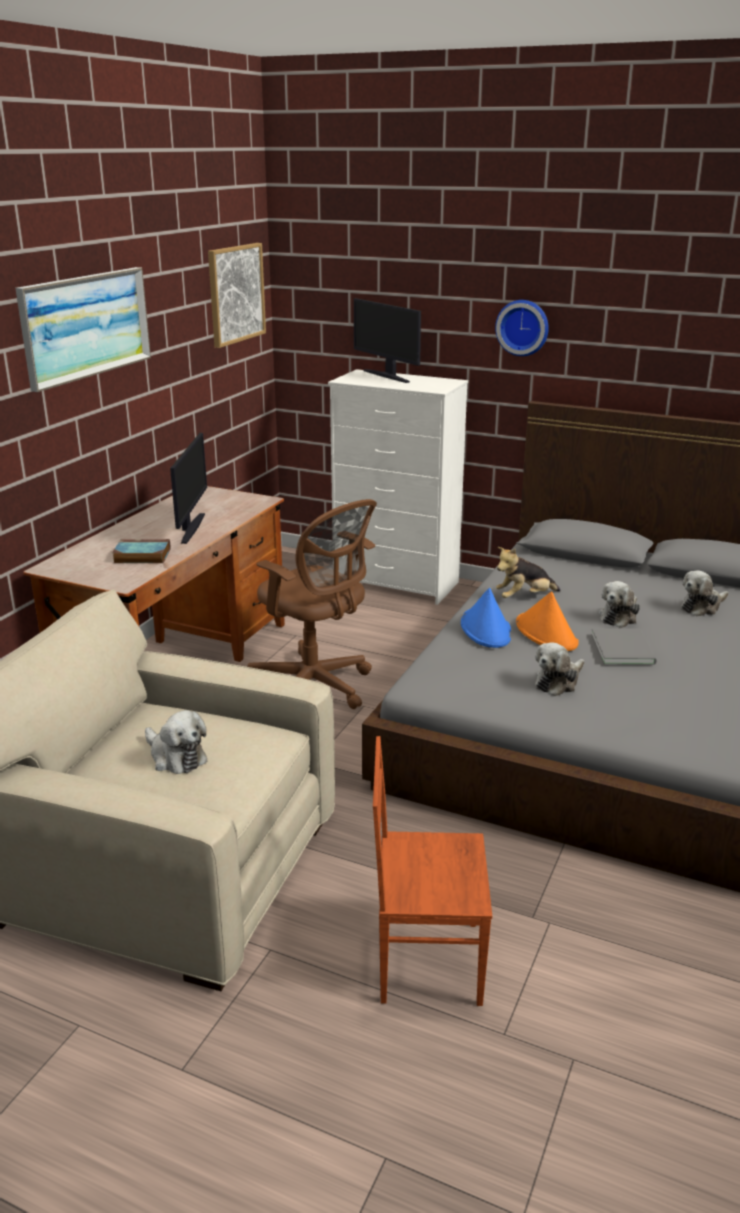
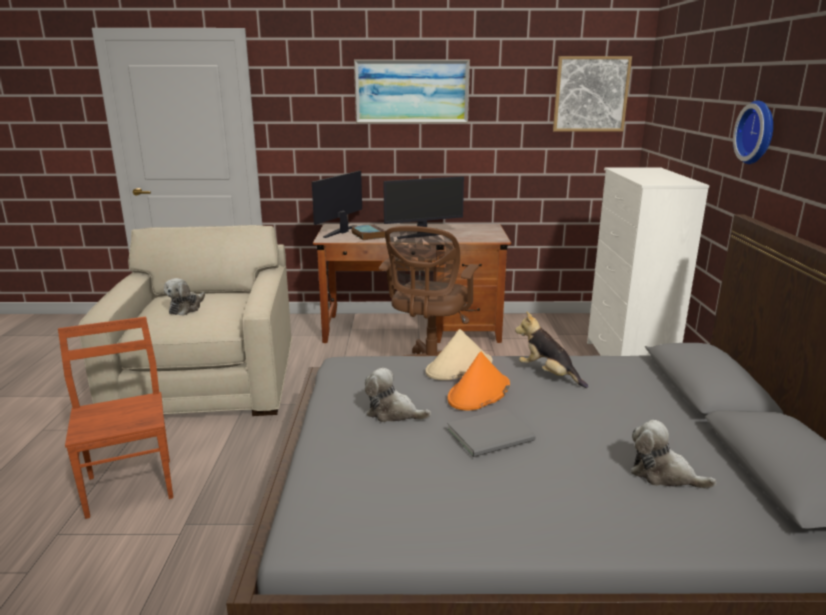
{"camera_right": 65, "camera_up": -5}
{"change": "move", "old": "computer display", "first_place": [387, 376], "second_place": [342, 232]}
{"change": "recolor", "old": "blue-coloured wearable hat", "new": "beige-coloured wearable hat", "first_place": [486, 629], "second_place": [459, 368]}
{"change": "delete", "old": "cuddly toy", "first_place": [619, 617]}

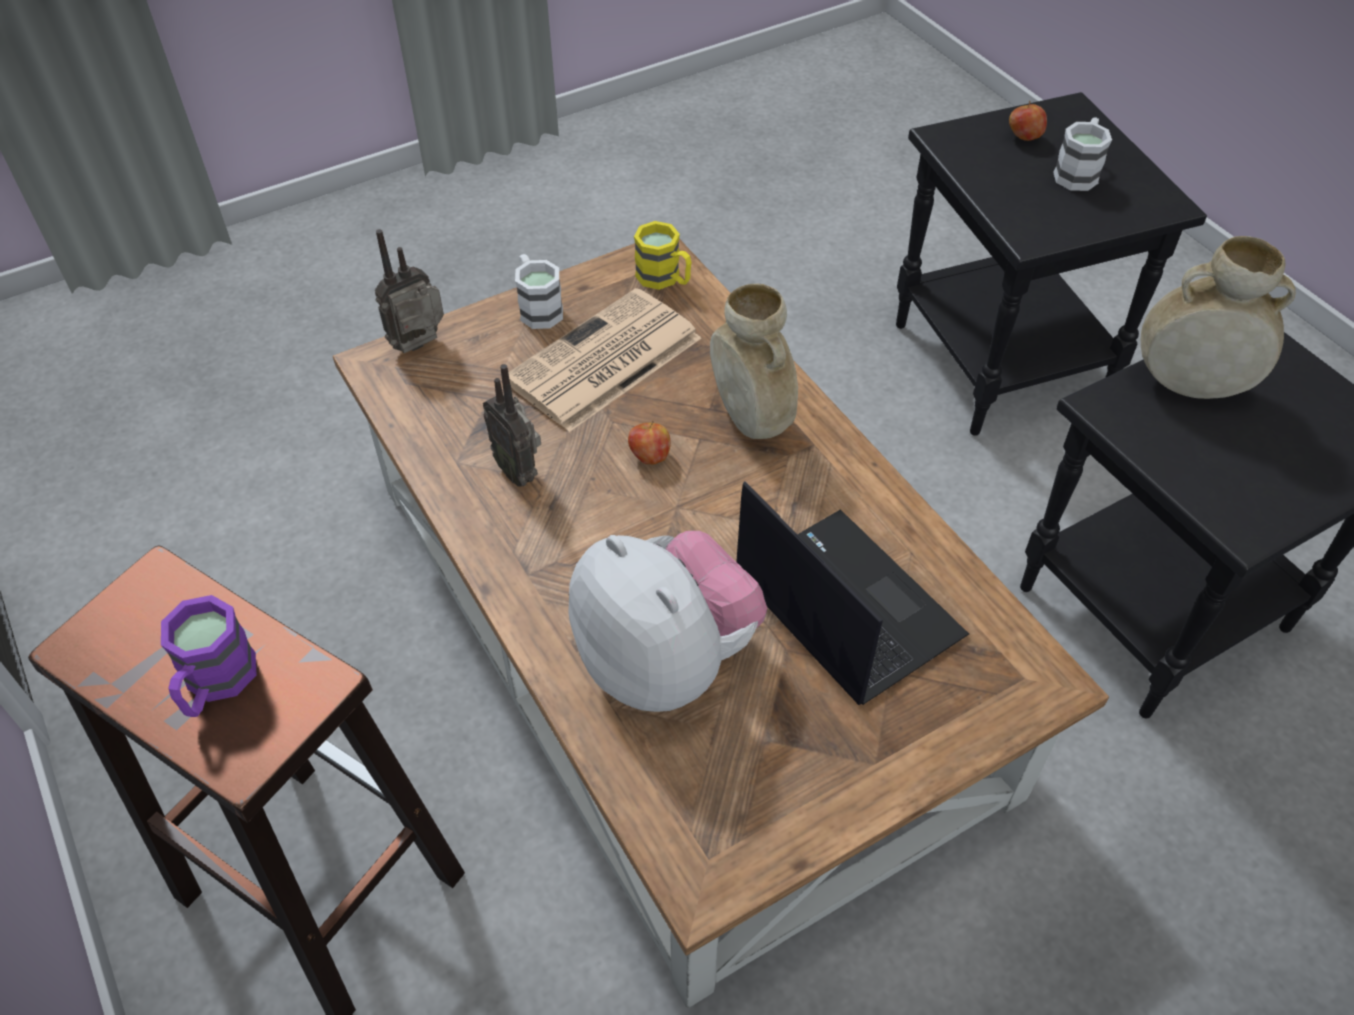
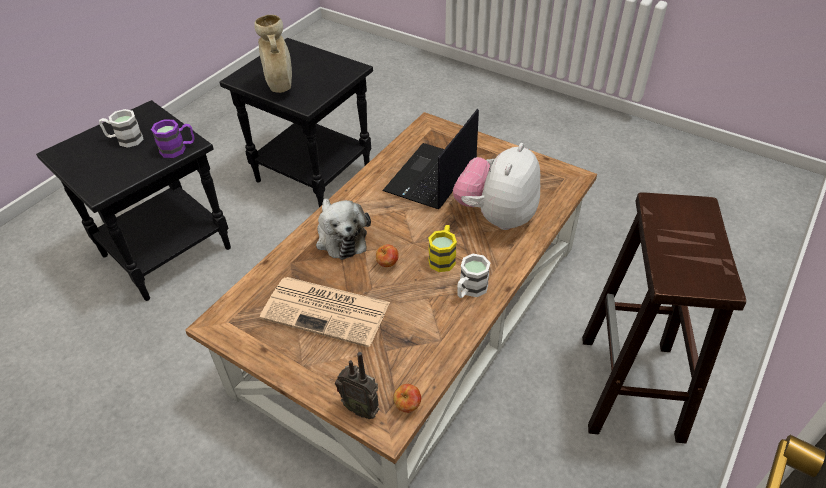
{"camera_right": -115, "camera_up": -5}
{"change": "move", "old": "purple coffee mug", "first_place": [215, 684], "second_place": [178, 149]}
{"change": "replace", "old": "beige-coloured flower vase", "new": "cuddly toy", "first_place": [751, 420], "second_place": [340, 237]}
{"change": "move", "old": "whole apple", "first_place": [1024, 137], "second_place": [408, 405]}
{"change": "move", "old": "yellowish coffee mug", "first_place": [665, 279], "second_place": [443, 257]}
{"change": "move", "old": "white coffee mug", "first_place": [537, 307], "second_place": [470, 290]}
{"change": "delete", "old": "radio receiver", "first_place": [519, 471]}

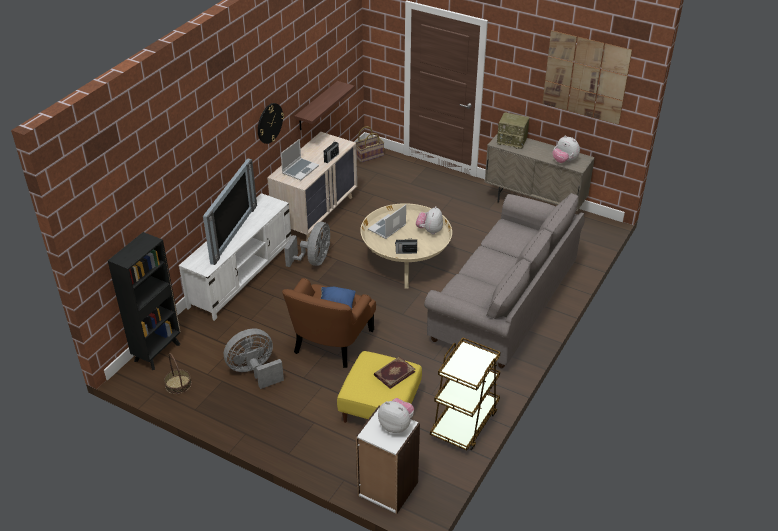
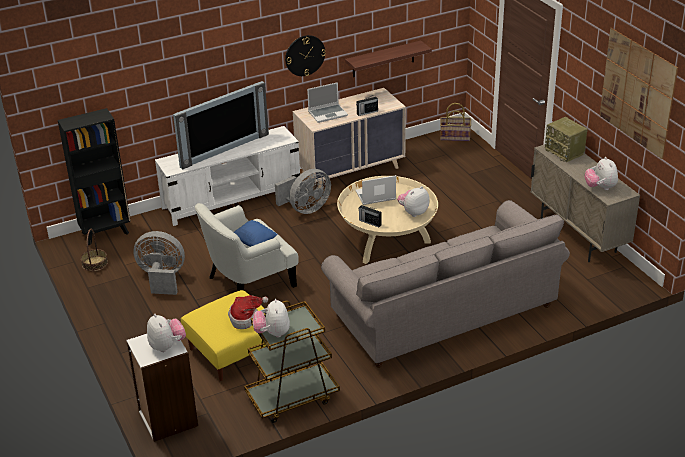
{"camera_right": 35, "camera_up": -5}
{"change": "recolor", "old": "brown lounge chair", "new": "white lounge chair", "first_place": [331, 342], "second_place": [248, 281]}
{"change": "replace", "old": "book", "new": "wearable hat", "first_place": [394, 373], "second_place": [245, 317]}
{"change": "insert", "new": "cuddly toy", "second_place": [272, 333]}

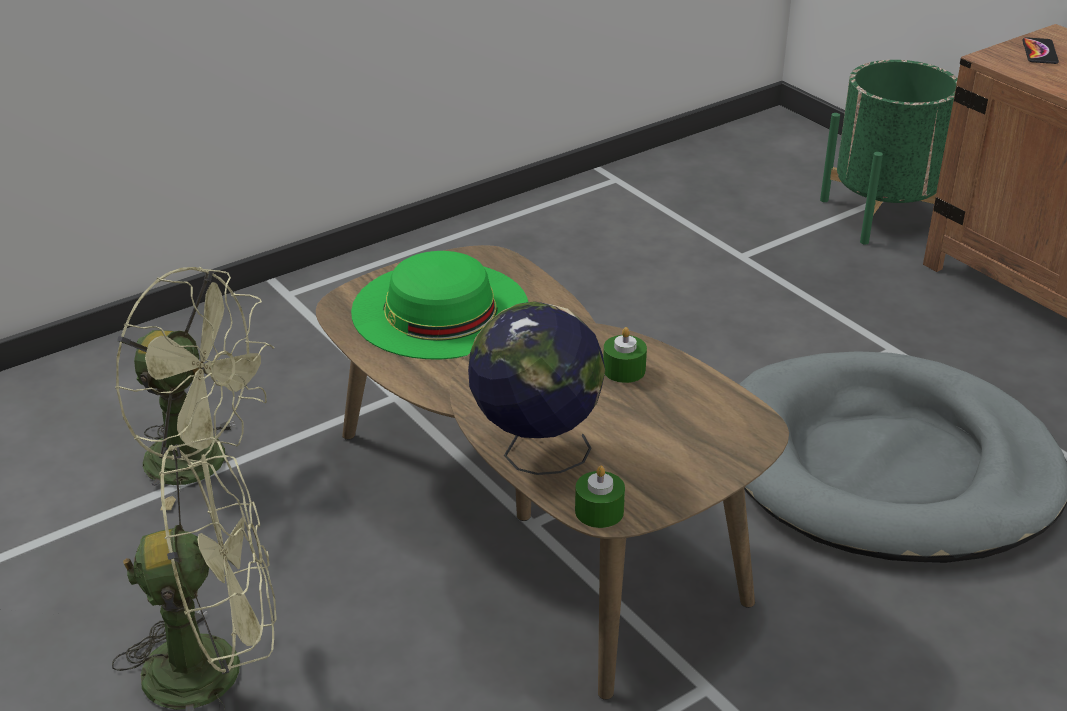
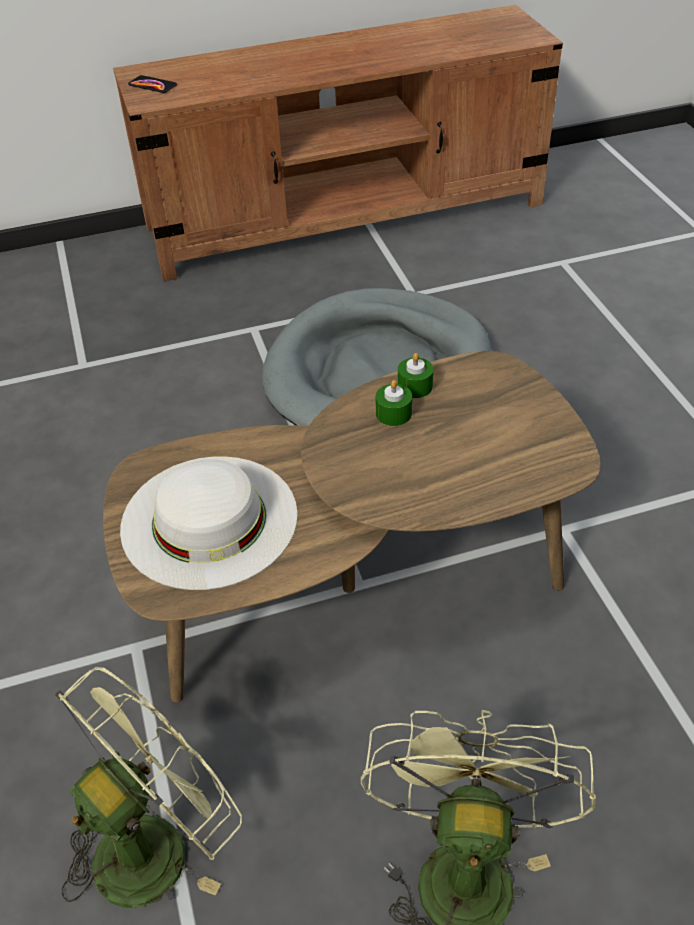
{"camera_right": -70, "camera_up": 10}
{"change": "recolor", "old": "green-coloured wearable hat", "new": "white wearable hat", "first_place": [440, 309], "second_place": [209, 520]}
{"change": "move", "old": "green-coloured wax candle", "first_place": [599, 511], "second_place": [415, 386]}
{"change": "delete", "old": "globe", "first_place": [535, 453]}
{"change": "delete", "old": "green-coloured flower pot", "first_place": [883, 214]}

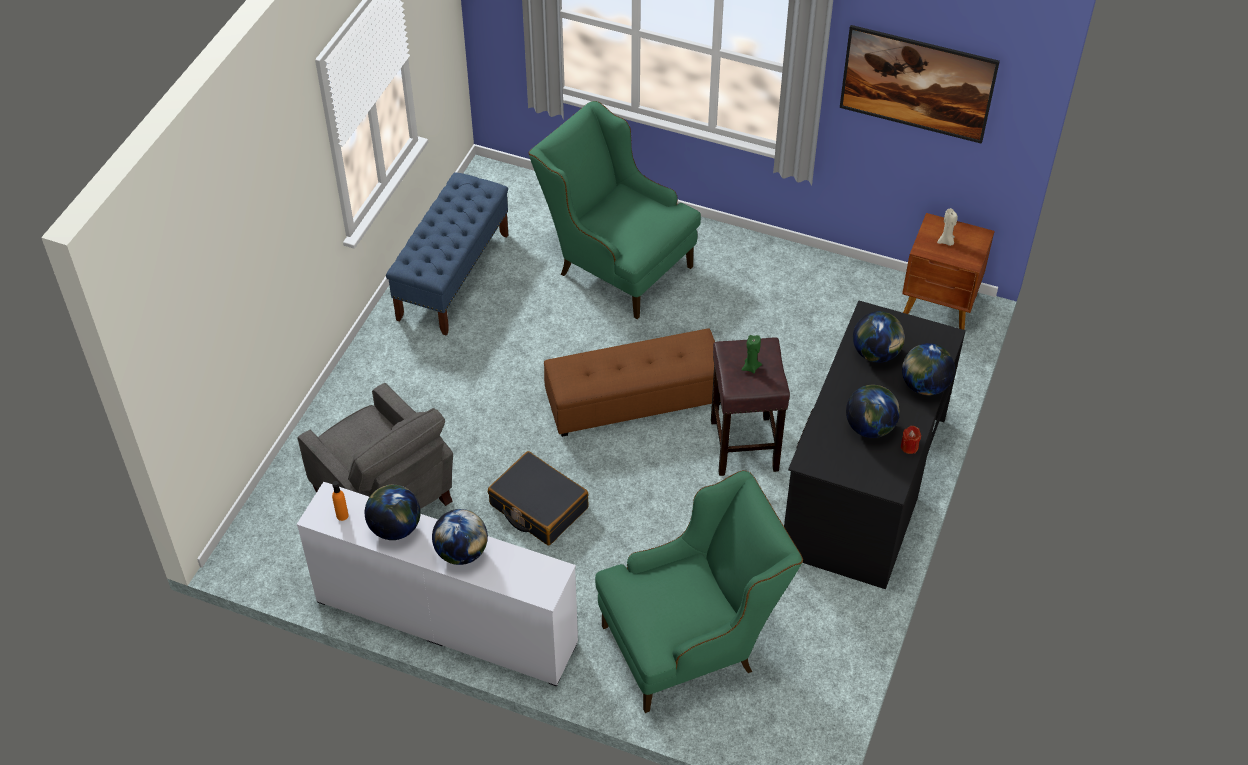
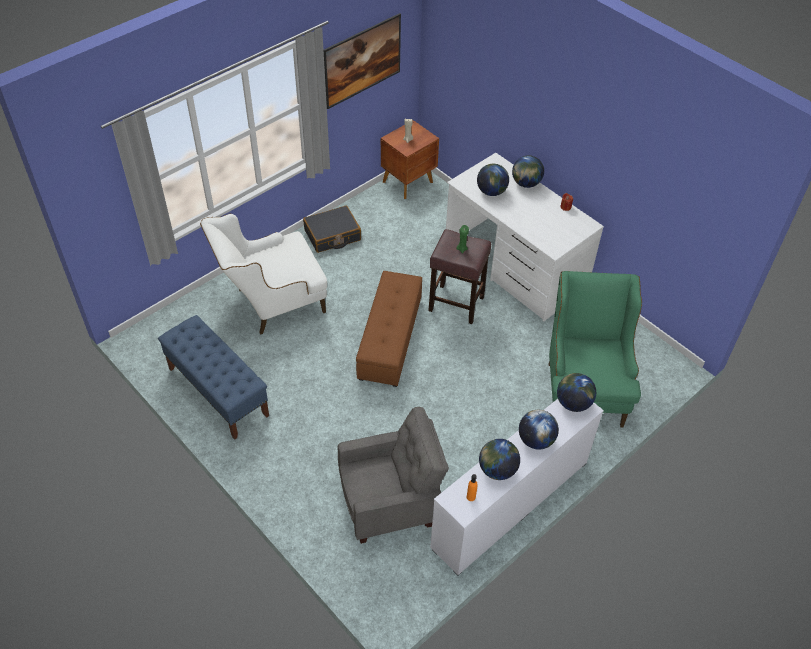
{"camera_right": -65, "camera_up": 0}
{"change": "recolor", "old": "green-coloured lounge chair", "new": "white lounge chair", "first_place": [615, 264], "second_place": [272, 304]}
{"change": "move", "old": "black-coloured piece of luggage", "first_place": [538, 507], "second_place": [332, 235]}
{"change": "recolor", "old": "black-coloured desk unit", "new": "white desk unit", "first_place": [863, 486], "second_place": [514, 266]}
{"change": "move", "old": "globe", "first_place": [870, 427], "second_place": [573, 403]}

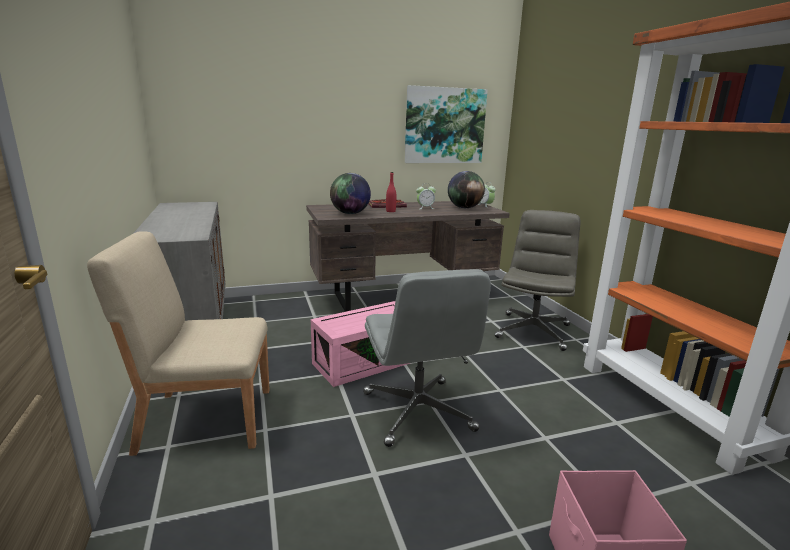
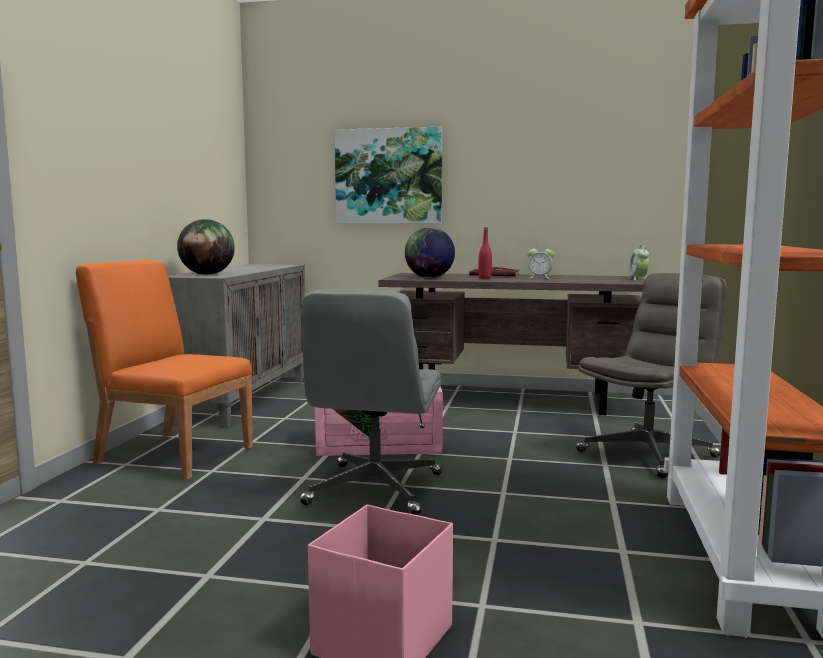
{"camera_right": 30, "camera_up": -10}
{"change": "recolor", "old": "beige-coloured chair", "new": "orangey chair", "first_place": [205, 418], "second_place": [174, 454]}
{"change": "move", "old": "globe", "first_place": [464, 208], "second_place": [207, 274]}
{"change": "move", "old": "wall art", "first_place": [444, 126], "second_place": [388, 176]}

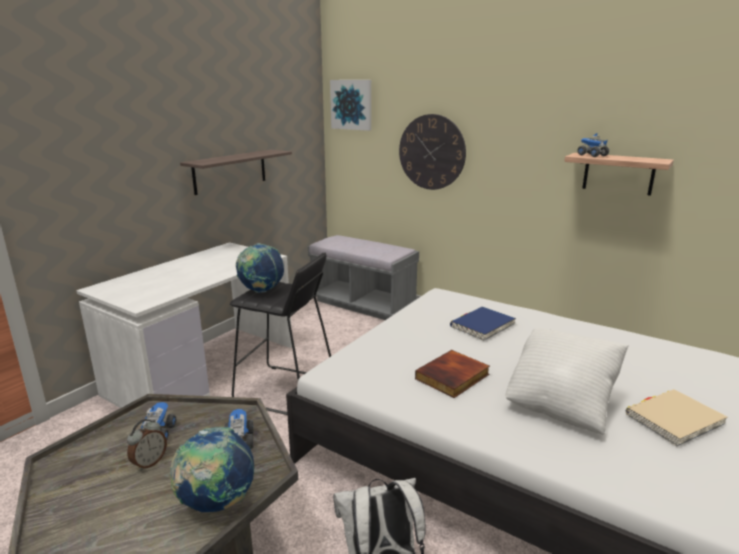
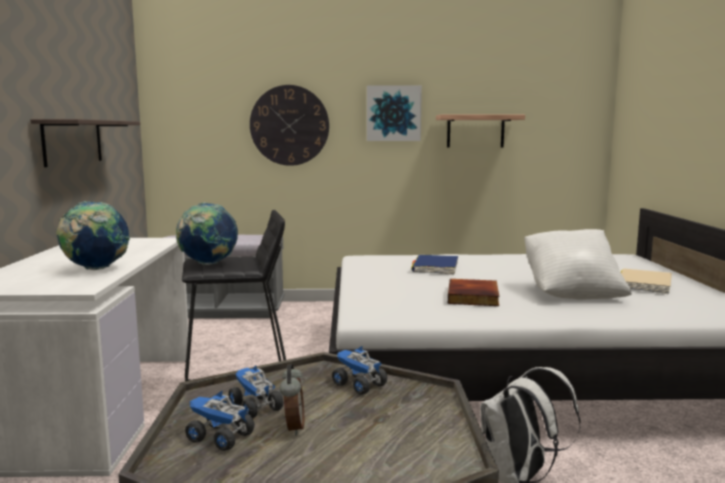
{"camera_right": -35, "camera_up": -10}
{"change": "move", "old": "globe", "first_place": [217, 503], "second_place": [96, 269]}
{"change": "move", "old": "toy lorry", "first_place": [591, 155], "second_place": [219, 438]}
{"change": "move", "old": "wall art", "first_place": [351, 104], "second_place": [393, 113]}

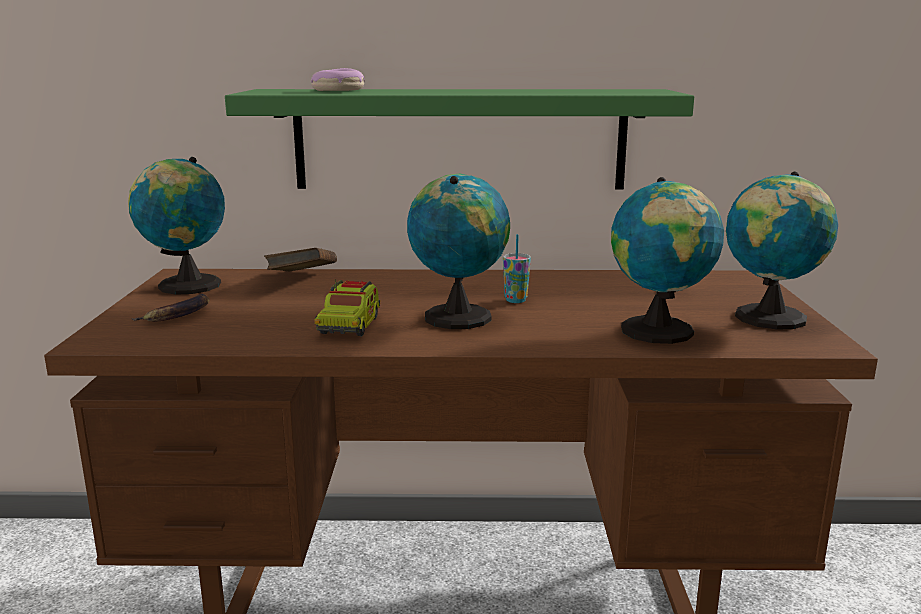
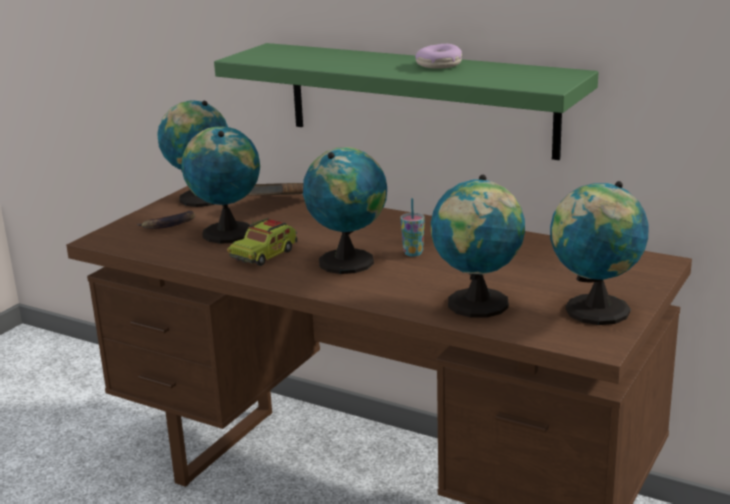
{"camera_right": 30, "camera_up": 5}
{"change": "insert", "new": "globe", "second_place": [226, 232]}
{"change": "move", "old": "ring doughnut", "first_place": [339, 90], "second_place": [439, 65]}

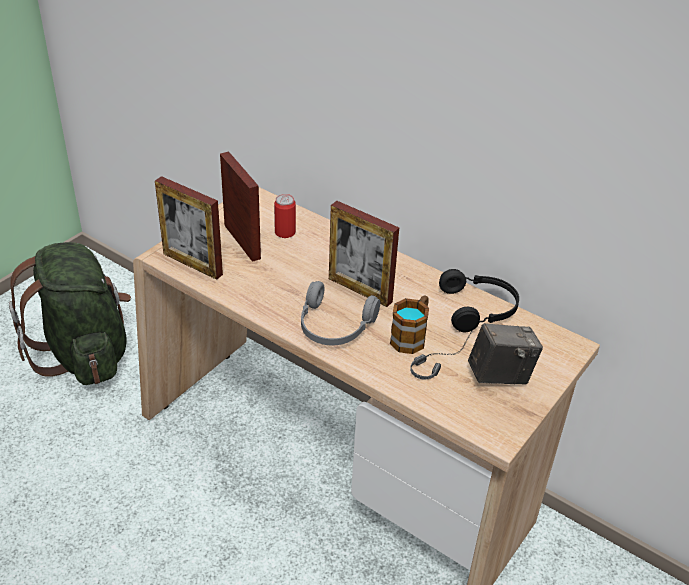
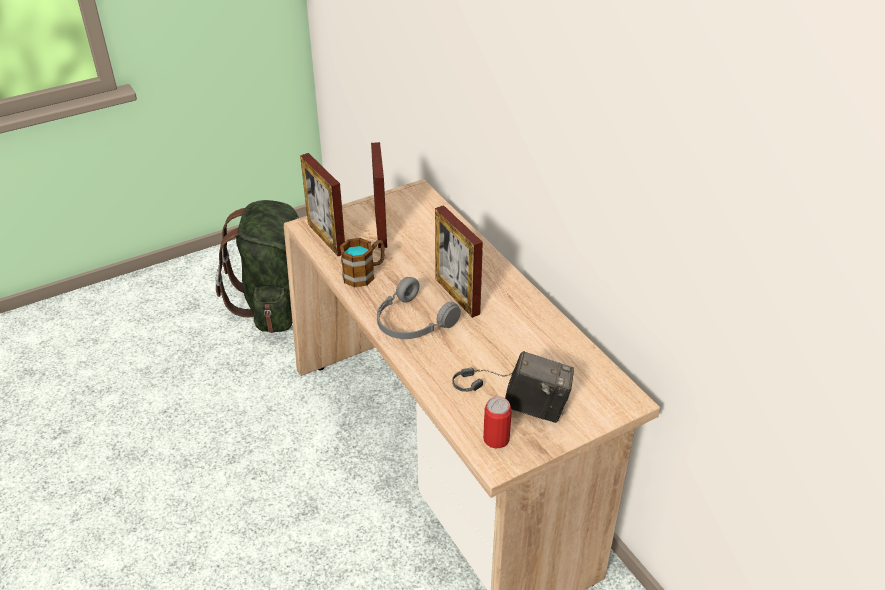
{"camera_right": 25, "camera_up": 0}
{"change": "move", "old": "coffee mug", "first_place": [411, 336], "second_place": [364, 274]}
{"change": "move", "old": "sealed can", "first_place": [285, 232], "second_place": [496, 439]}
{"change": "delete", "old": "black-coloured pair of headphones", "first_place": [479, 309]}

